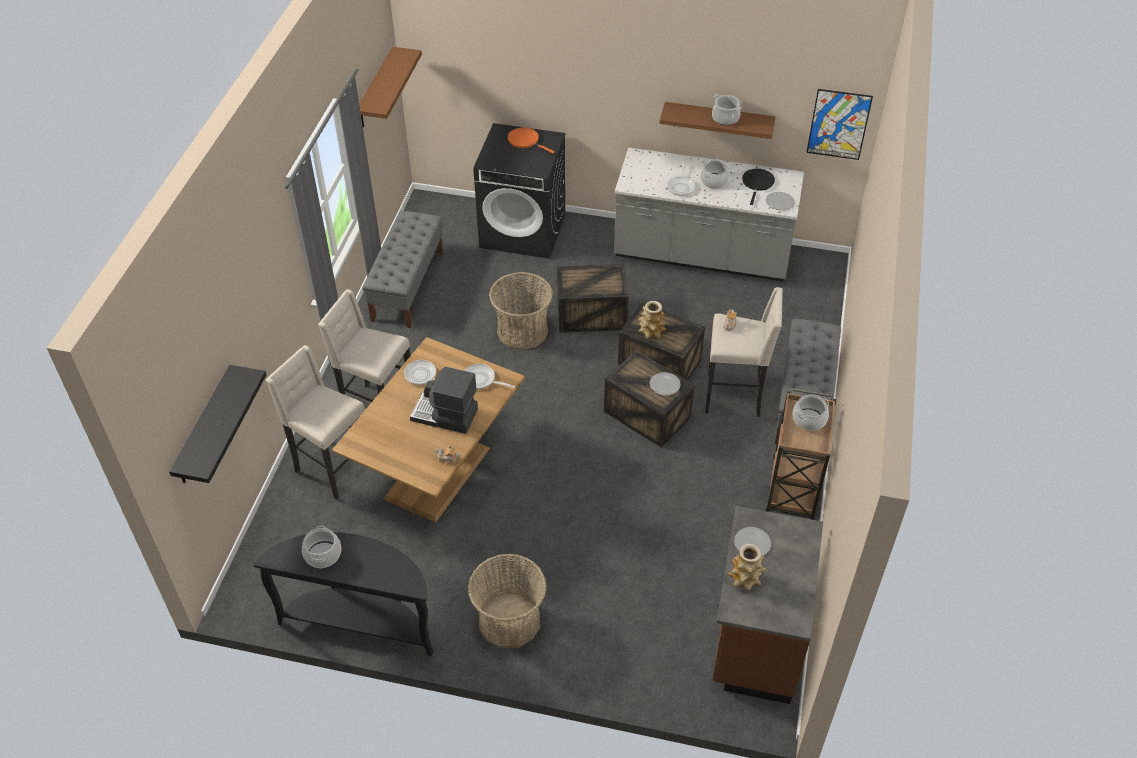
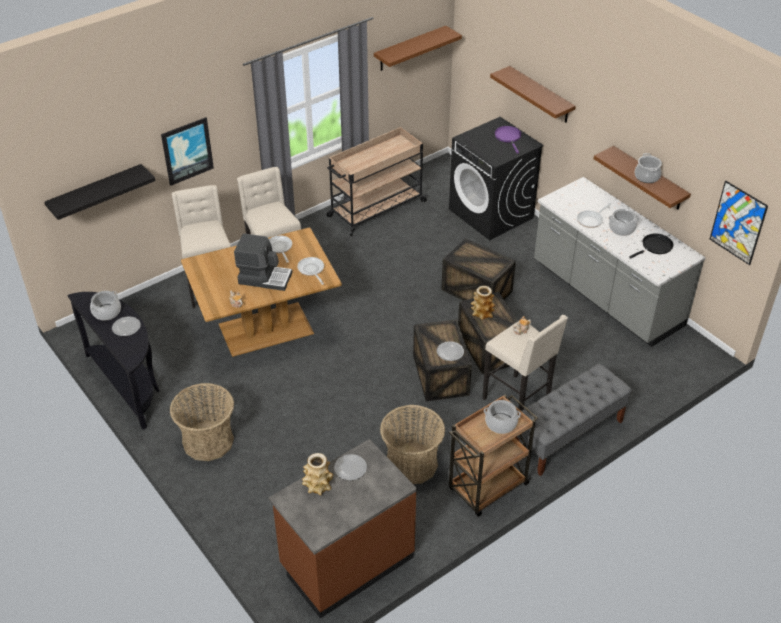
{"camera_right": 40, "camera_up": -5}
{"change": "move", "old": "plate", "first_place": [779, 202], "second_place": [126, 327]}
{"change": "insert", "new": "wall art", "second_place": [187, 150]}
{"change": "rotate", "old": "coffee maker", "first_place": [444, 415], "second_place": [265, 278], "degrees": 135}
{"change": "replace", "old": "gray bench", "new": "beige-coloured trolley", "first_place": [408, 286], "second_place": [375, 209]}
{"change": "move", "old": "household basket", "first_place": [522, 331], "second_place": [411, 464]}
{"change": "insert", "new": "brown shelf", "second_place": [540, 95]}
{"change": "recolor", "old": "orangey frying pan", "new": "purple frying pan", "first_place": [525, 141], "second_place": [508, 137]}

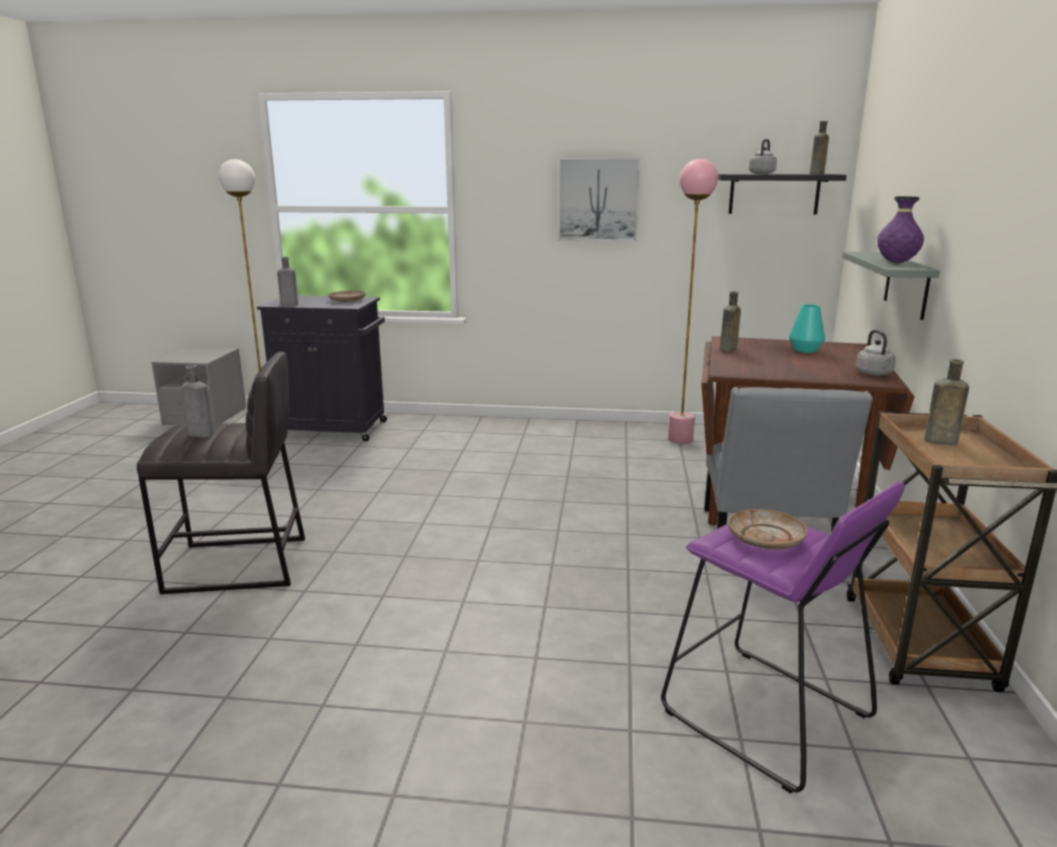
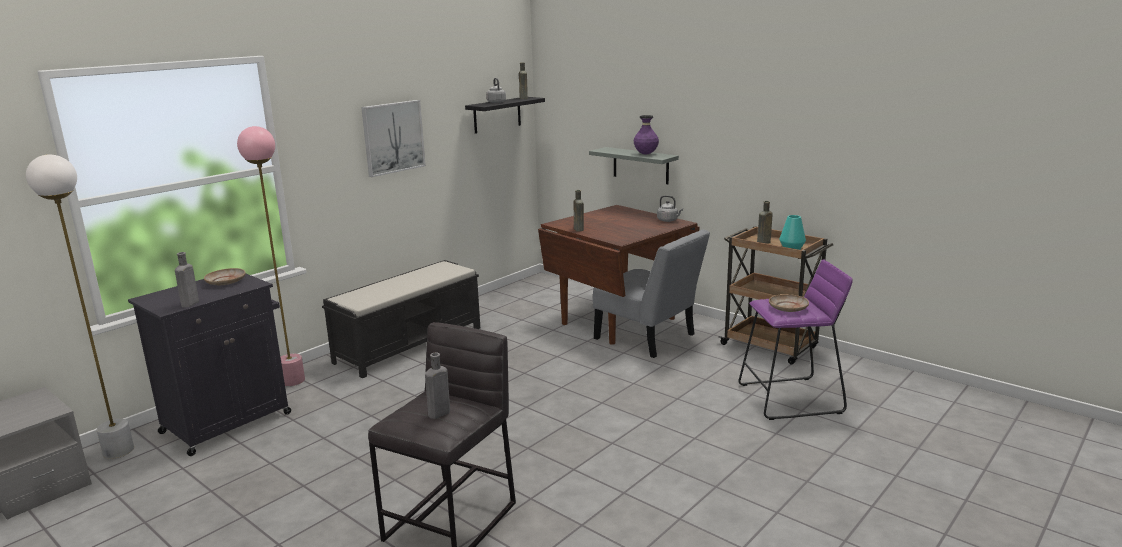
{"camera_right": -55, "camera_up": 0}
{"change": "move", "old": "pink-coloured standard lamp", "first_place": [680, 440], "second_place": [293, 381]}
{"change": "insert", "new": "black-coloured bench", "second_place": [410, 344]}
{"change": "move", "old": "turquoise-coloured flower vase", "first_place": [805, 350], "second_place": [791, 249]}

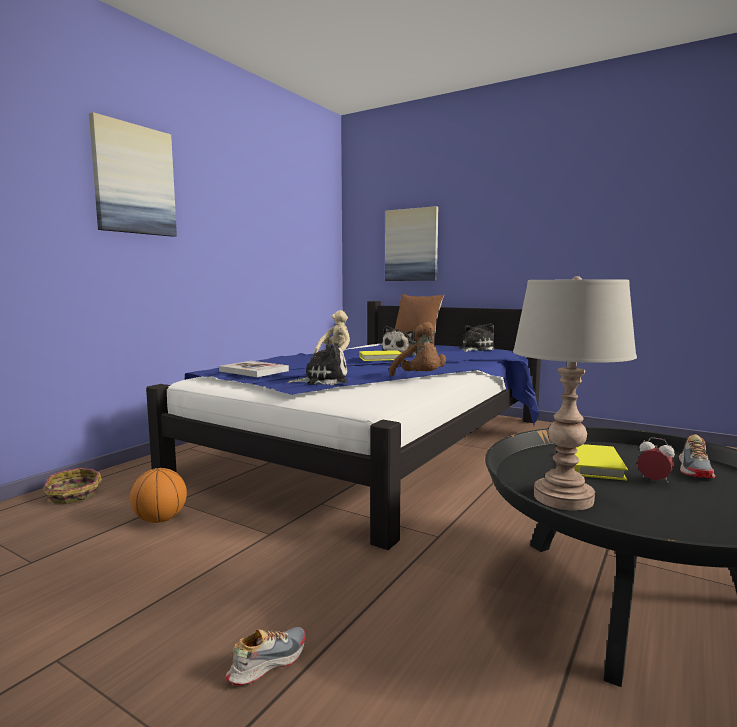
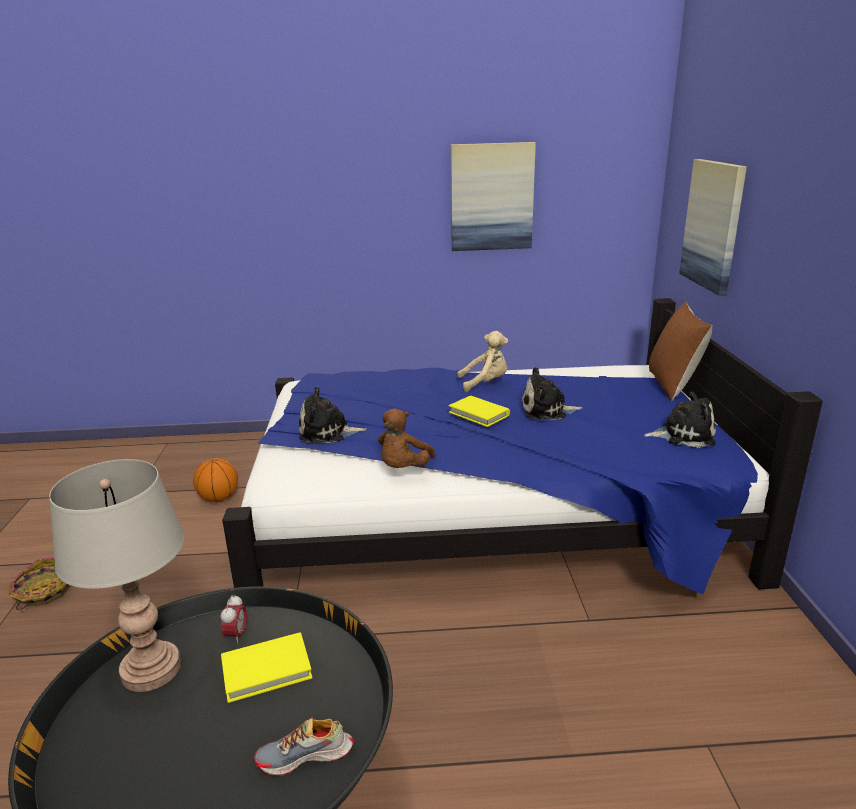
{"camera_right": 55, "camera_up": 15}
{"change": "move", "old": "household basket", "first_place": [73, 496], "second_place": [44, 592]}
{"change": "move", "old": "alarm clock", "first_place": [654, 481], "second_place": [236, 635]}
{"change": "rotate", "old": "cuddly toy", "first_place": [322, 380], "second_place": [328, 432], "degrees": 135}
{"change": "move", "old": "wall art", "first_place": [134, 180], "second_place": [491, 197]}
{"change": "delete", "old": "book", "first_place": [254, 371]}
{"change": "delete", "old": "low shoe", "first_place": [267, 662]}

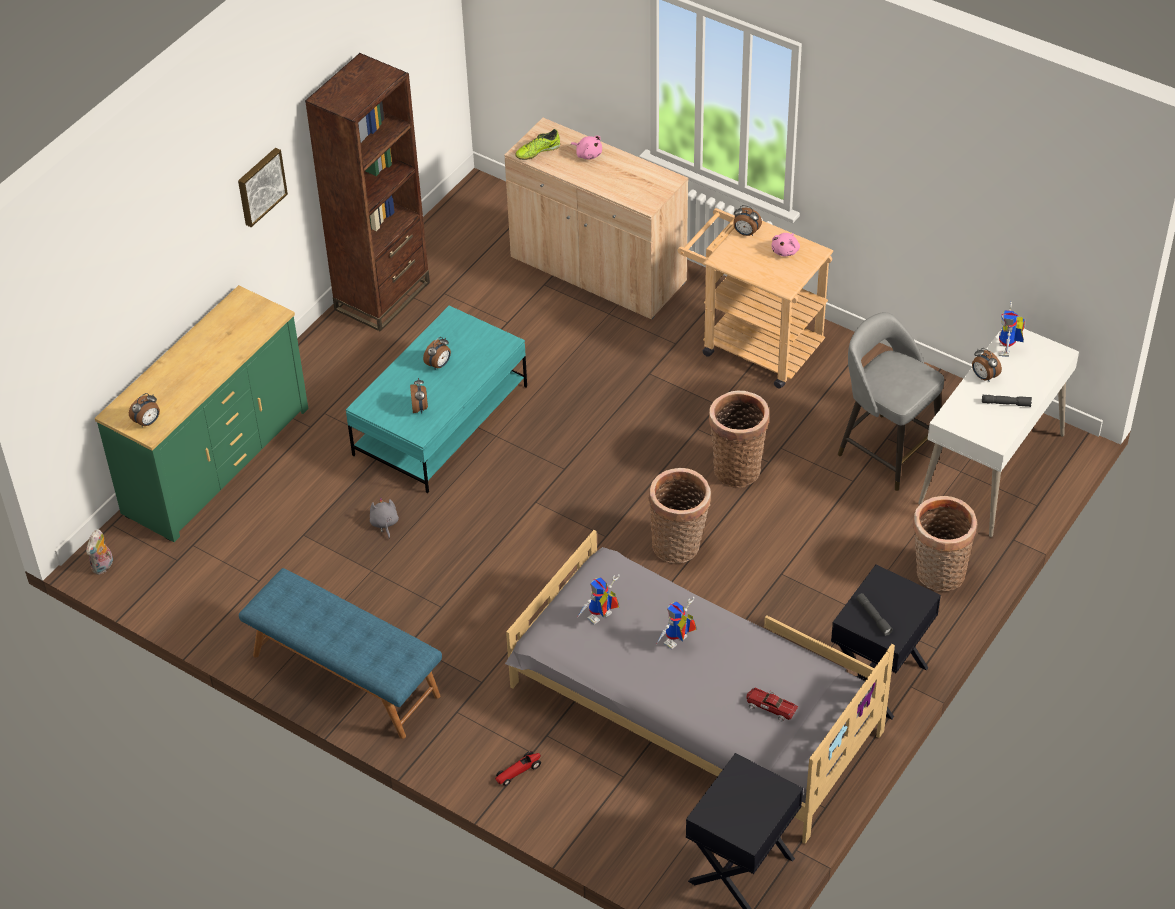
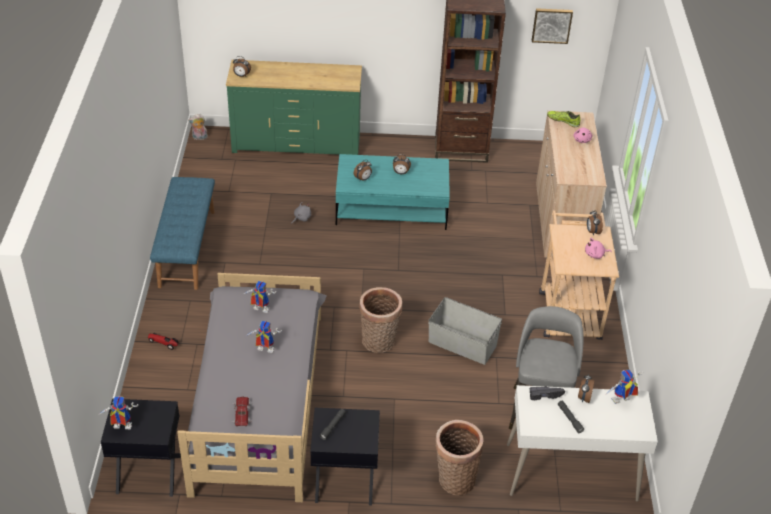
{"camera_right": 55, "camera_up": -5}
{"change": "insert", "new": "model robot", "second_place": [120, 428]}
{"change": "replace", "old": "household basket", "new": "gray storage container", "first_place": [737, 467], "second_place": [462, 343]}
{"change": "insert", "new": "black-coloured low shoe", "second_place": [545, 395]}
{"change": "move", "old": "wall art", "first_place": [260, 186], "second_place": [551, 25]}

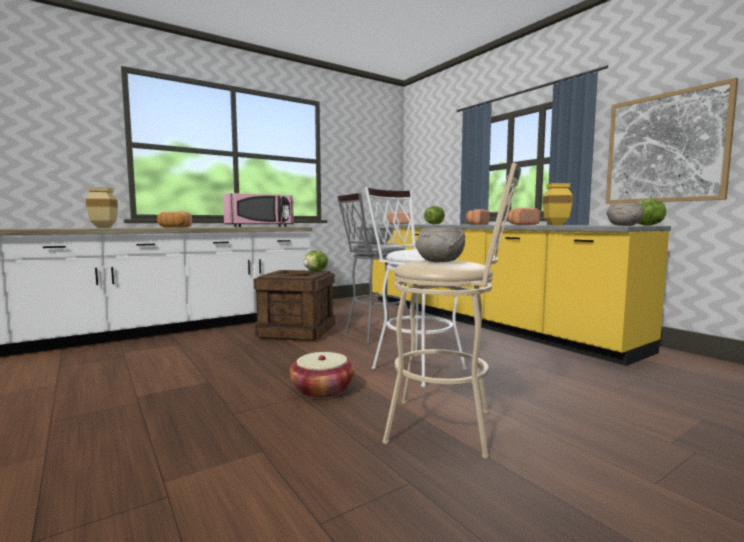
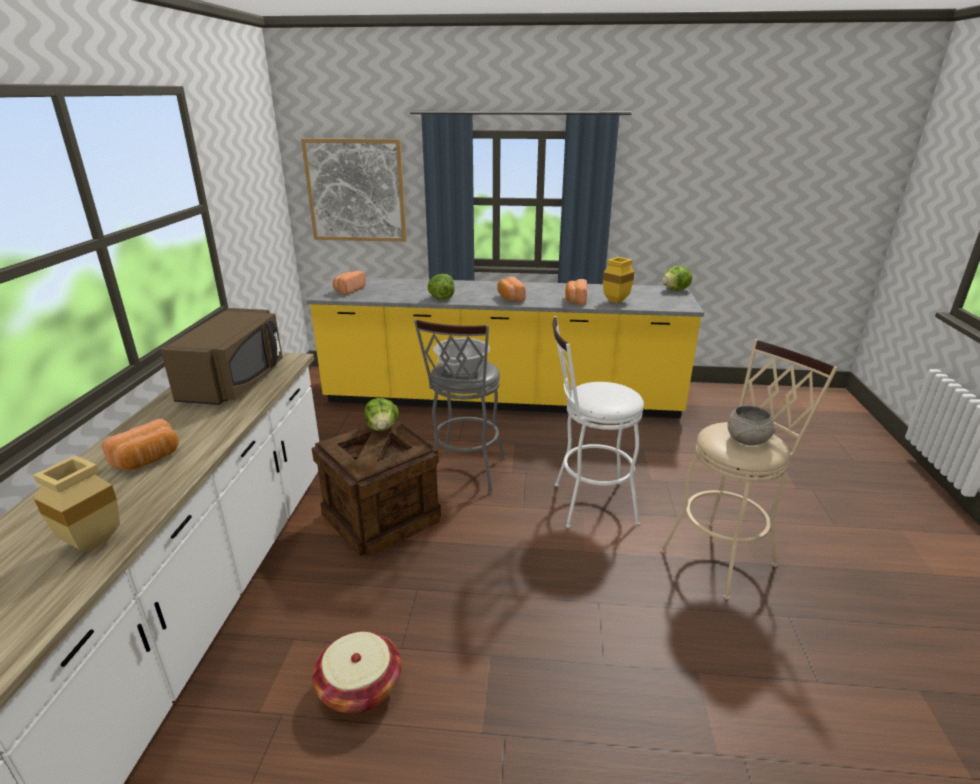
{"camera_right": -50, "camera_up": 20}
{"change": "recolor", "old": "pink-coloured microwave", "new": "brown microwave", "first_place": [260, 226], "second_place": [236, 381]}
{"change": "move", "old": "wall art", "first_place": [665, 148], "second_place": [356, 191]}
{"change": "move", "old": "household basket", "first_place": [322, 390], "second_place": [360, 687]}
{"change": "delete", "old": "gray bowl", "first_place": [624, 225]}

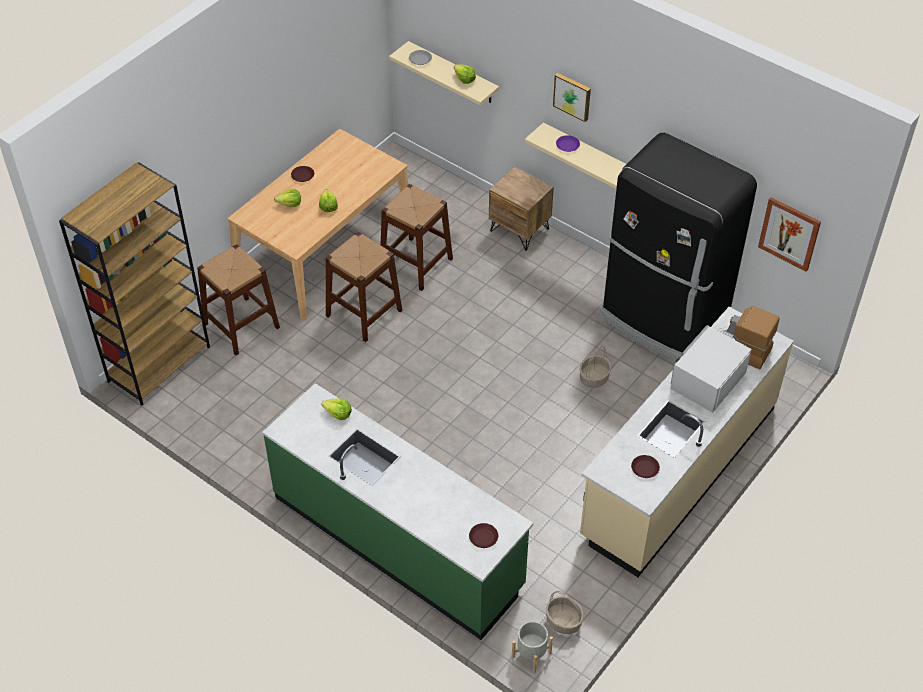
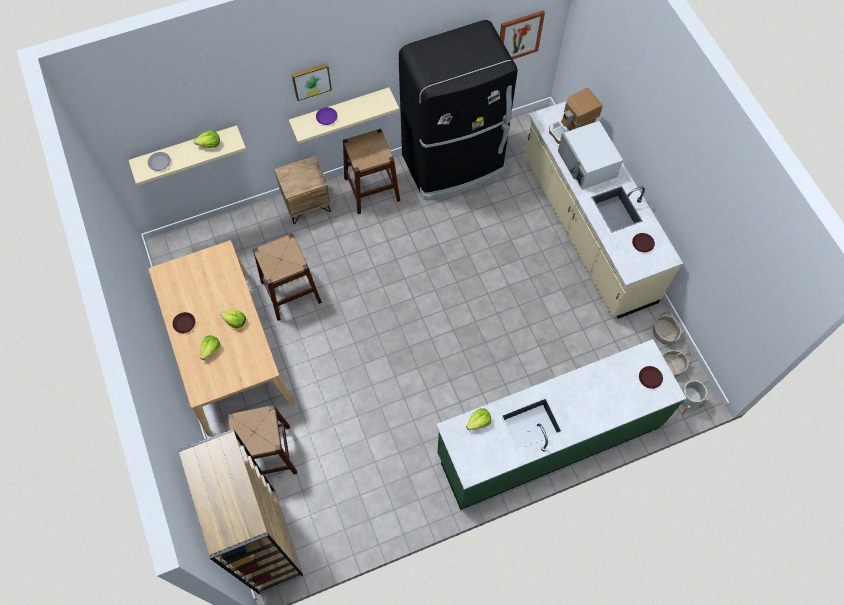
{"camera_right": -60, "camera_up": 15}
{"change": "move", "old": "brown stool seat", "first_place": [364, 313], "second_place": [372, 189]}
{"change": "move", "old": "household basket", "first_place": [594, 378], "second_place": [664, 333]}

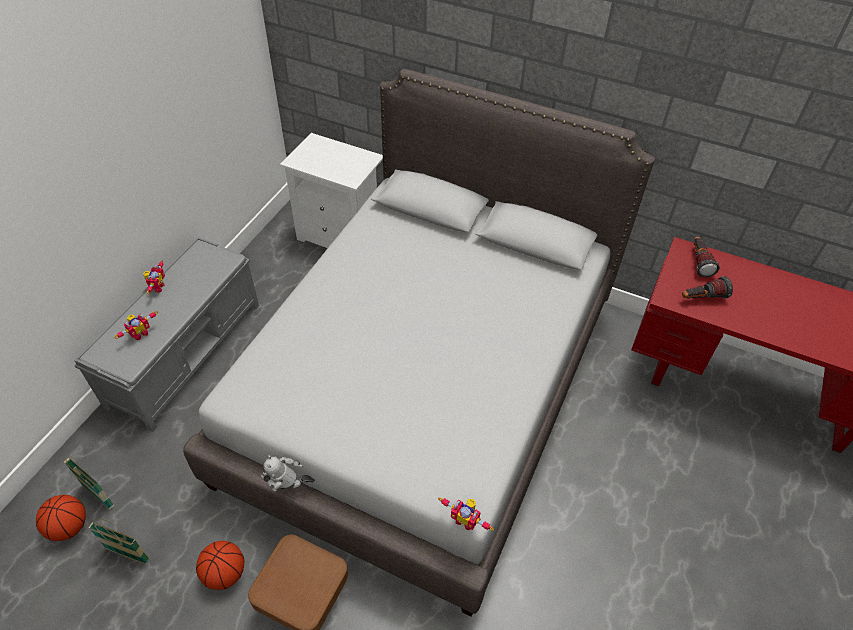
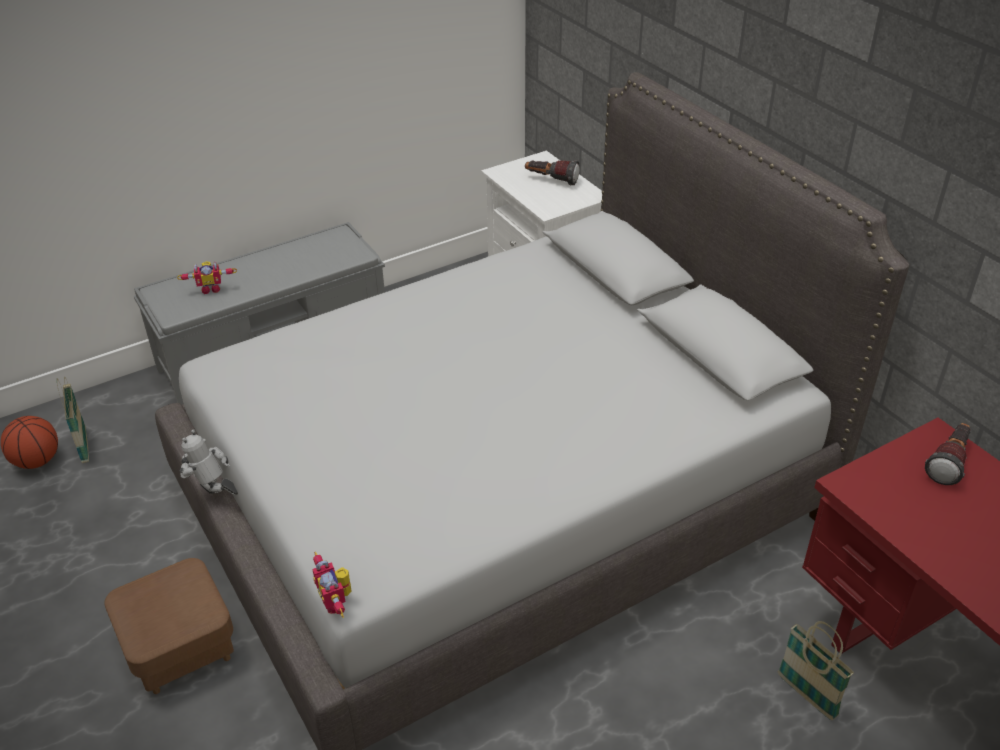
{"camera_right": 35, "camera_up": -10}
{"change": "move", "old": "hand torch", "first_place": [702, 298], "second_place": [551, 180]}
{"change": "move", "old": "household basket", "first_place": [128, 554], "second_place": [806, 695]}
{"change": "delete", "old": "model robot", "first_place": [157, 287]}
{"change": "delete", "old": "basketball", "first_place": [225, 573]}

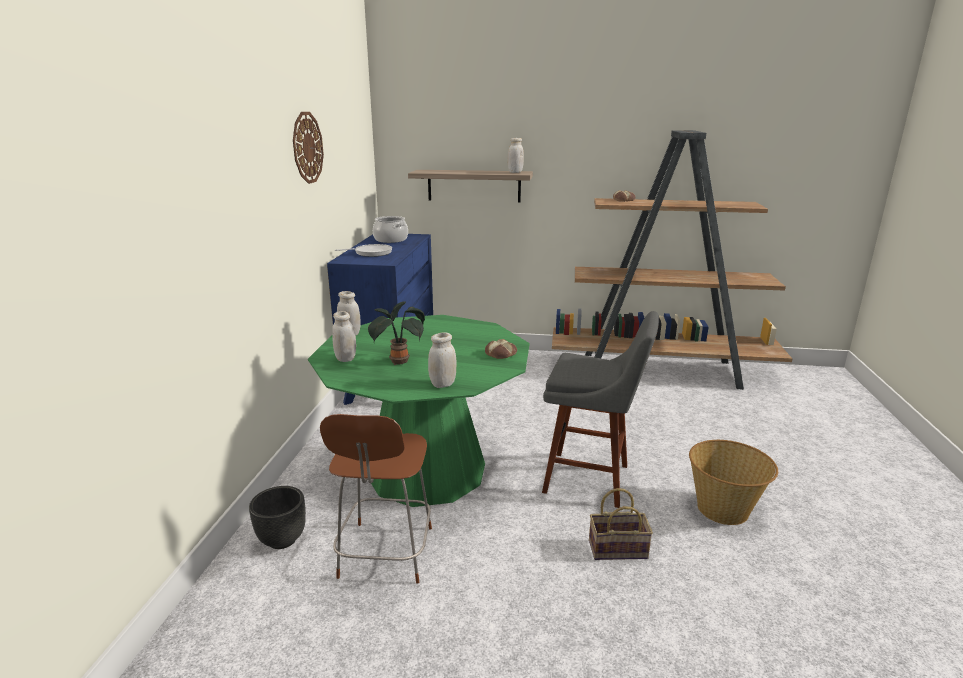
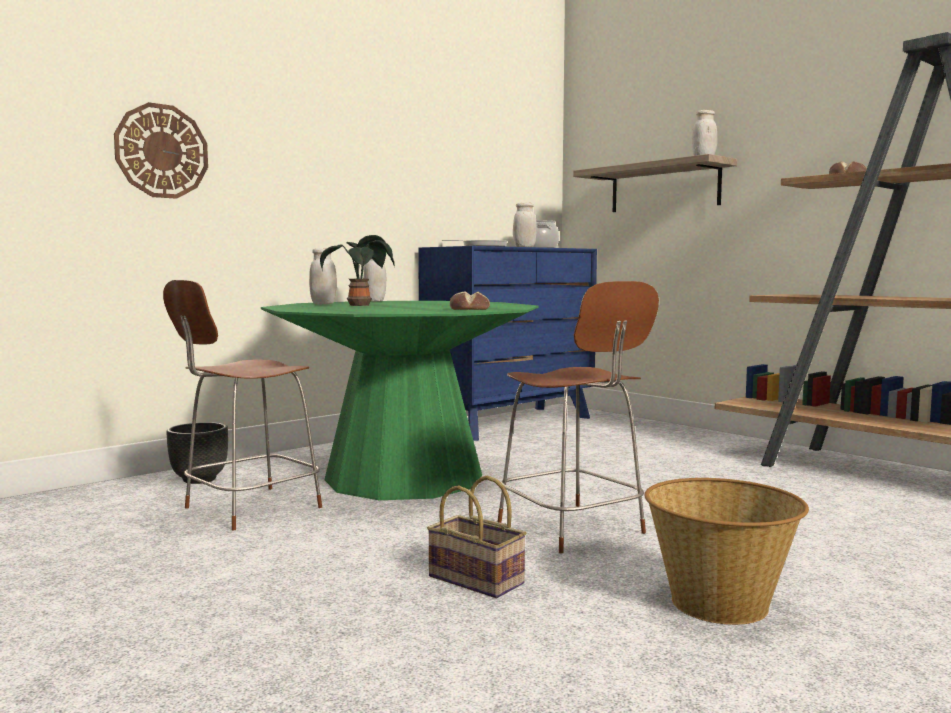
{"camera_right": 40, "camera_up": -15}
{"change": "move", "old": "clock on the wall", "first_place": [307, 147], "second_place": [162, 151]}
{"change": "replace", "old": "gray stool seat", "new": "brown chair", "first_place": [591, 480], "second_place": [573, 529]}
{"change": "move", "old": "white jar", "first_place": [443, 384], "second_place": [524, 247]}

